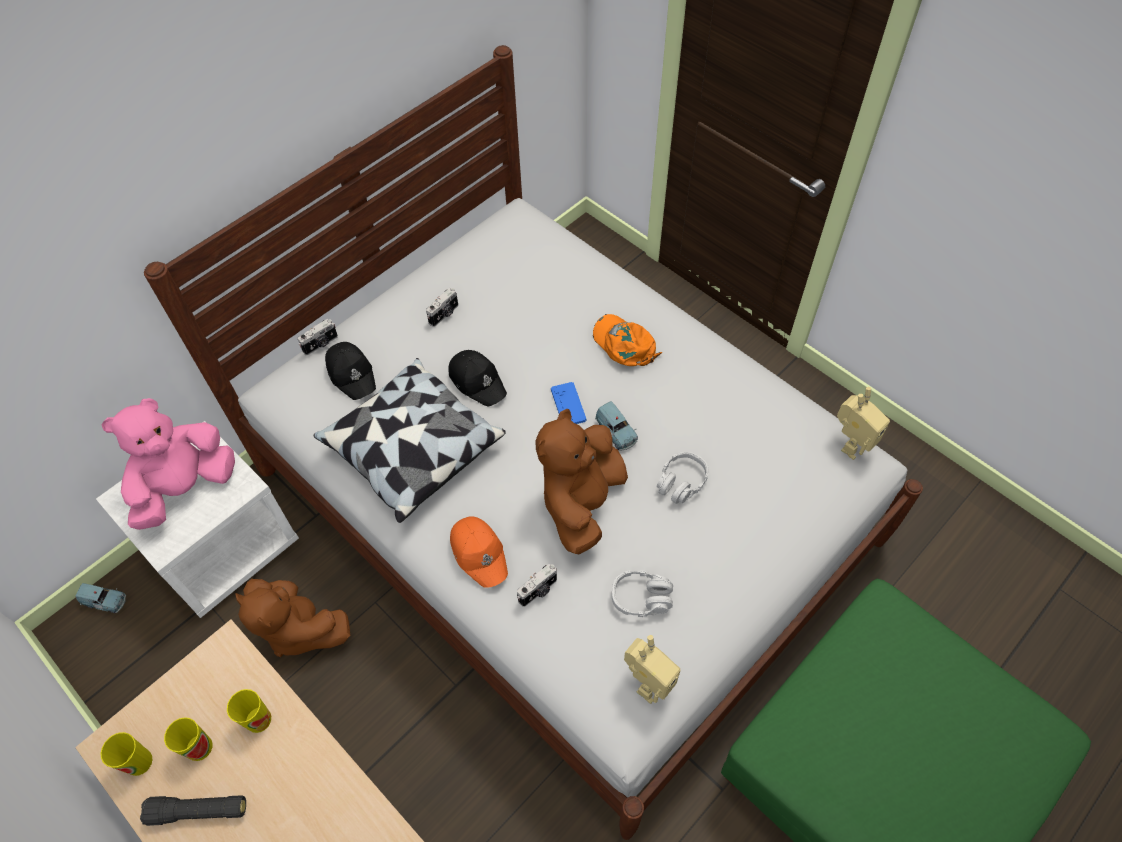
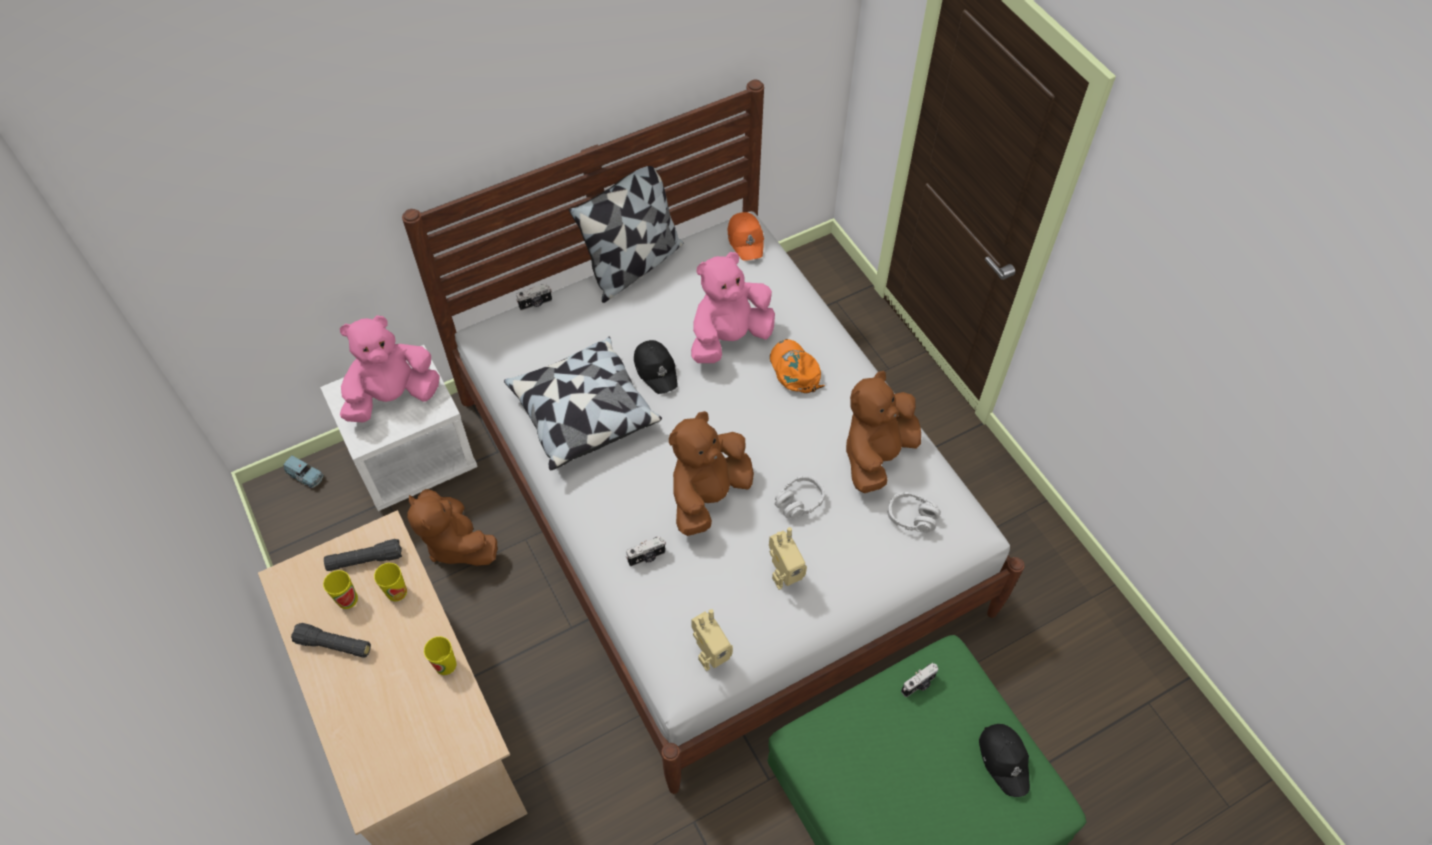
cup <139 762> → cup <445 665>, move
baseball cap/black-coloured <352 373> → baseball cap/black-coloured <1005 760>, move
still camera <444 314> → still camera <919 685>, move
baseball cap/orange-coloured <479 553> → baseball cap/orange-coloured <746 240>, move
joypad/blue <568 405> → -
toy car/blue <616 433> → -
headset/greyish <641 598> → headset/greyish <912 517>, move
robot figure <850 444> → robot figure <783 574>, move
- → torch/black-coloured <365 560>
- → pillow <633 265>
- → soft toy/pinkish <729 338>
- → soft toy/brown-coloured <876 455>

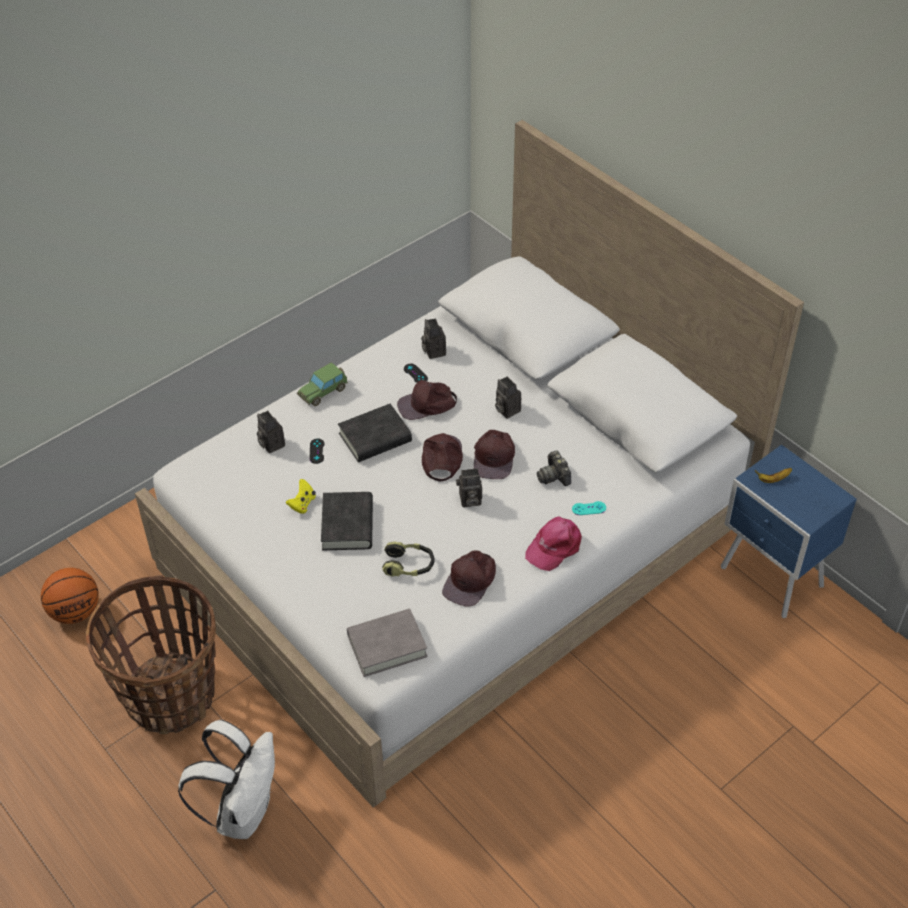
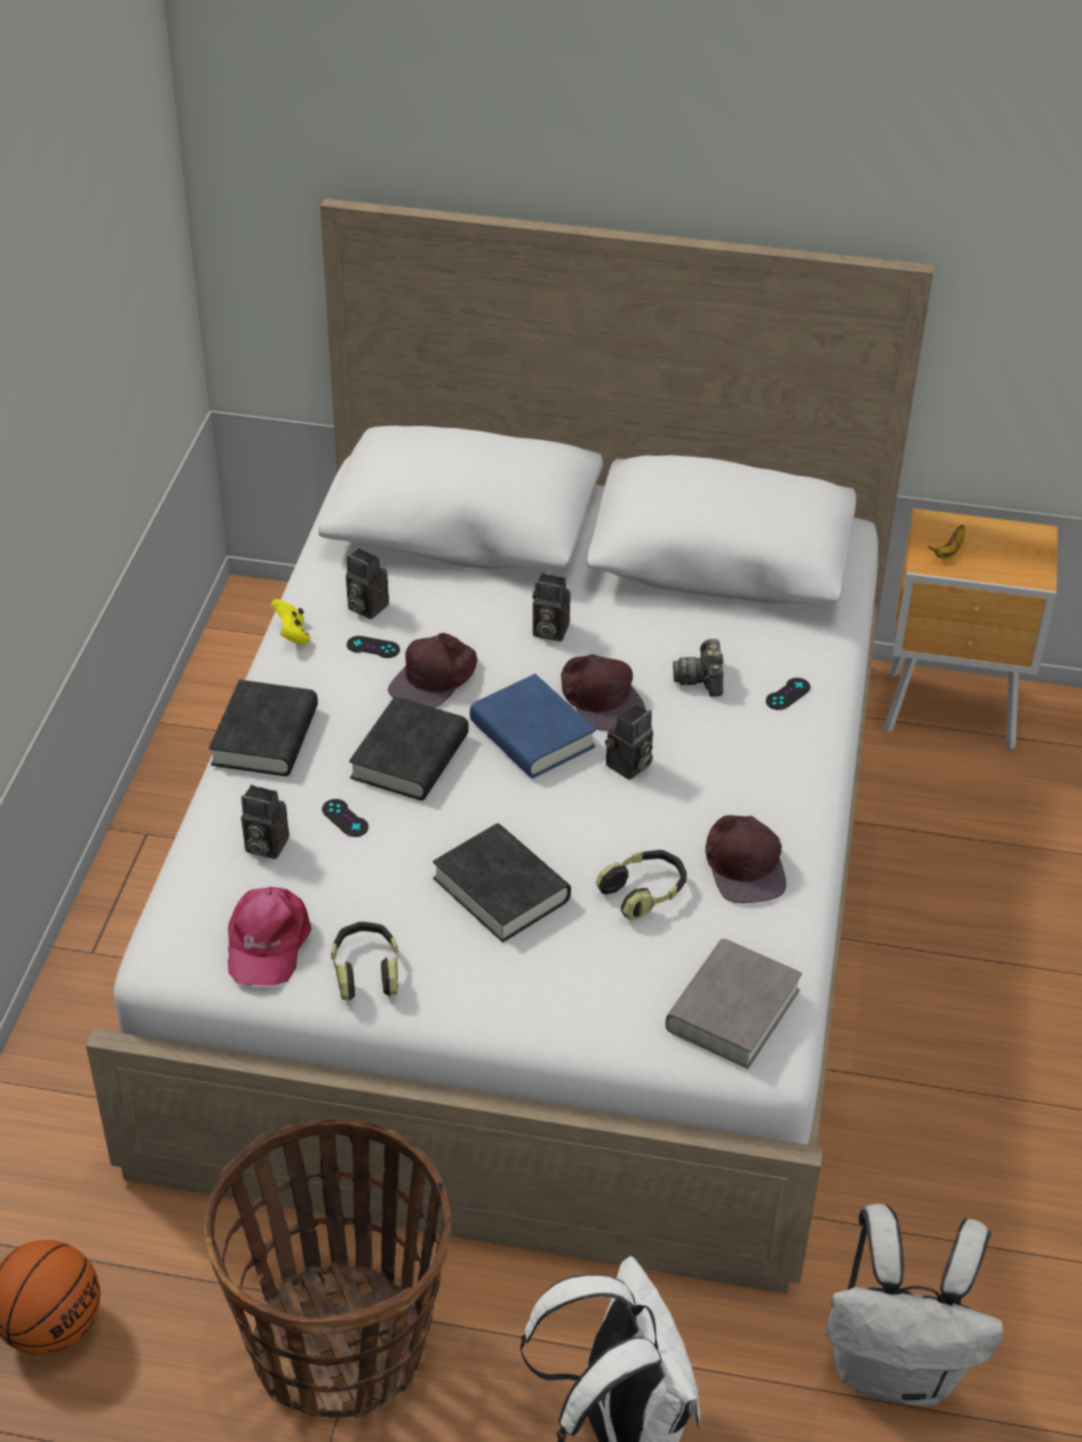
joypad/yellowish <302 504> → joypad/yellowish <292 635>, move
toy car <323 392> → book/black-coloured <265 736>
baseball cap/brown-coloured <441 458> → book/blue <532 735>
baseball cap/pinkish <554 546> → baseball cap/pinkish <267 942>, move
still camera <554 476> → still camera <702 679>, 60 degrees clockwise
joypad/blue-green <589 508> → joypad/black-coloured <788 694>
nightstand/blue <772 579> → nightstand/brown-coloured <954 713>
- → headset <366 971>
- → backpack/white <897 1368>

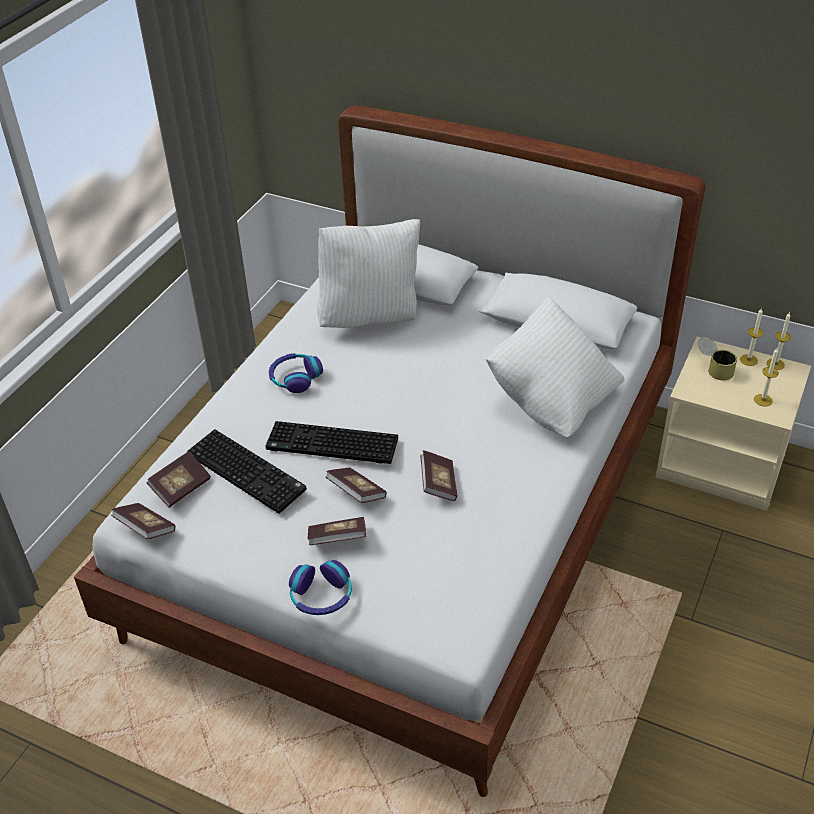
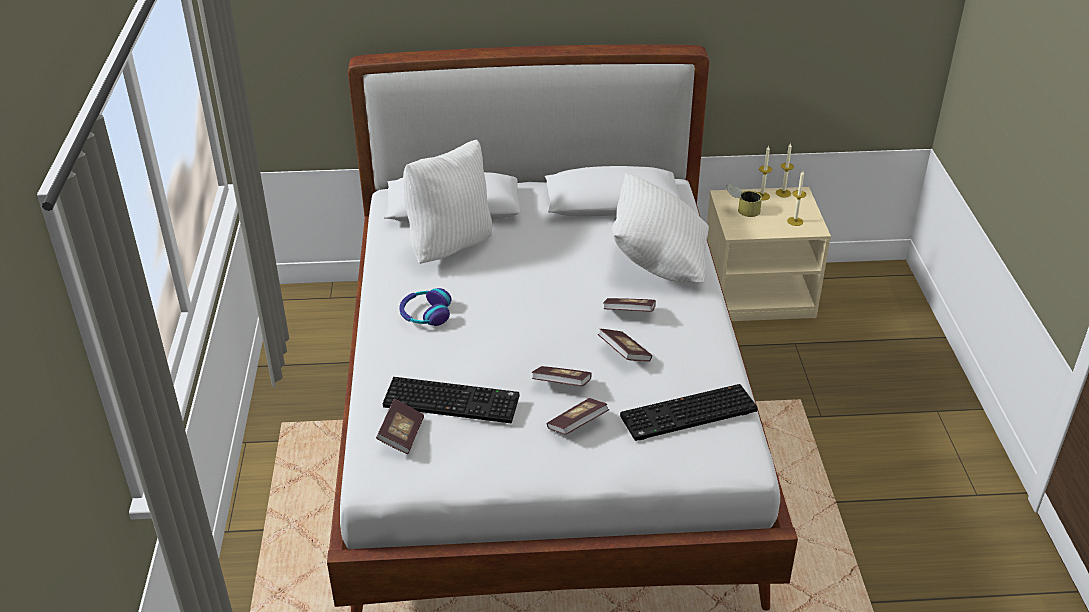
book <145 529> → book <629 313>, move
computer keyboard <330 445> → computer keyboard <688 415>, move
headset <321 596> → -

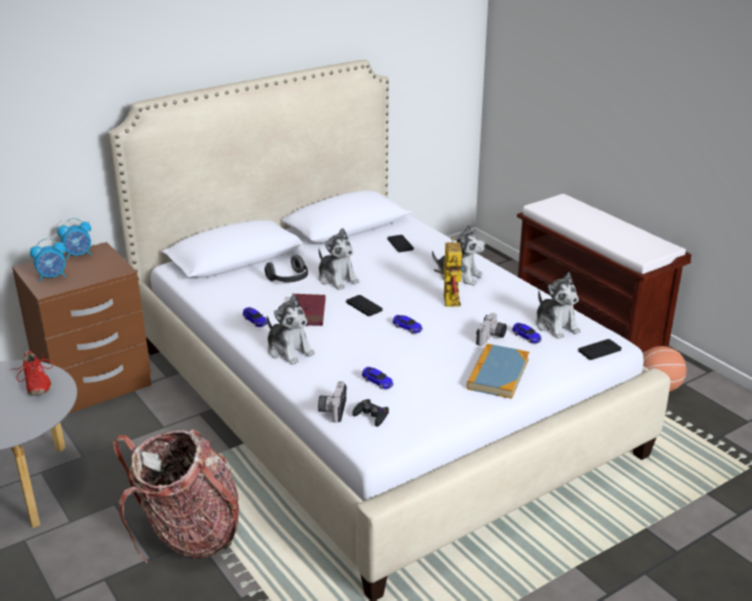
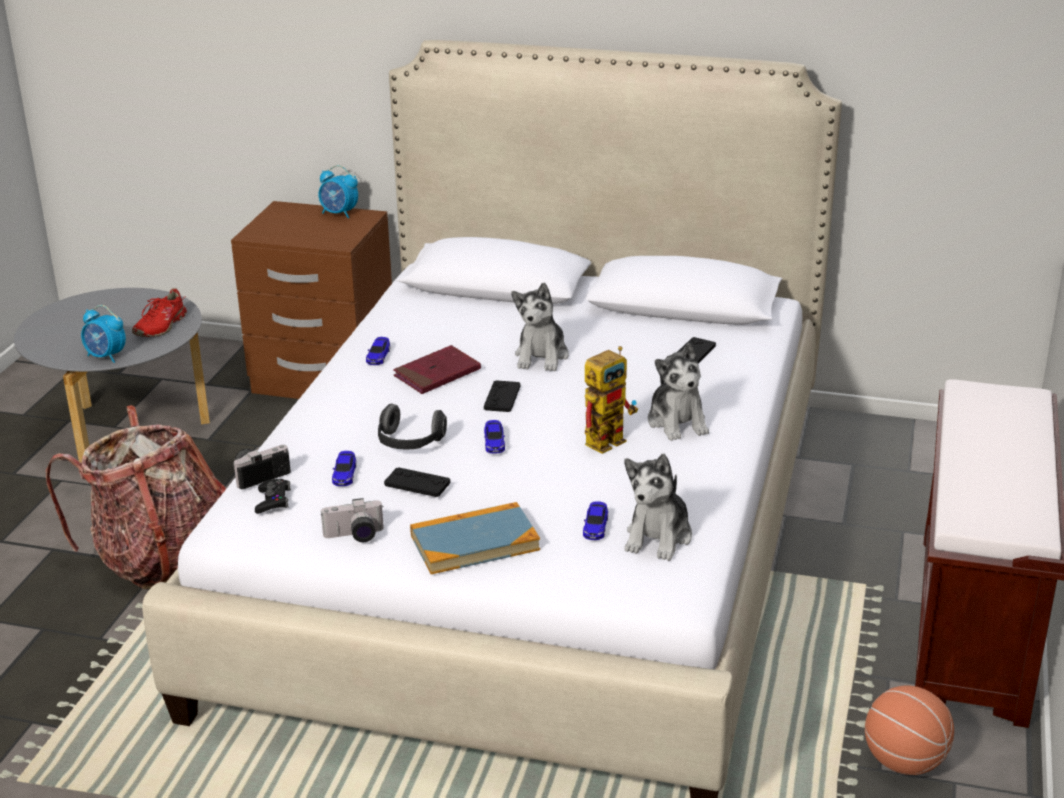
table clock <52 277> → table clock <106 356>, move
headset <289 280> → headset <409 443>, move
soft toy <289 350> → -
still camera <492 338> → still camera <354 536>, move
joypad/black-coloured <599 350> → joypad/black-coloured <417 483>, move

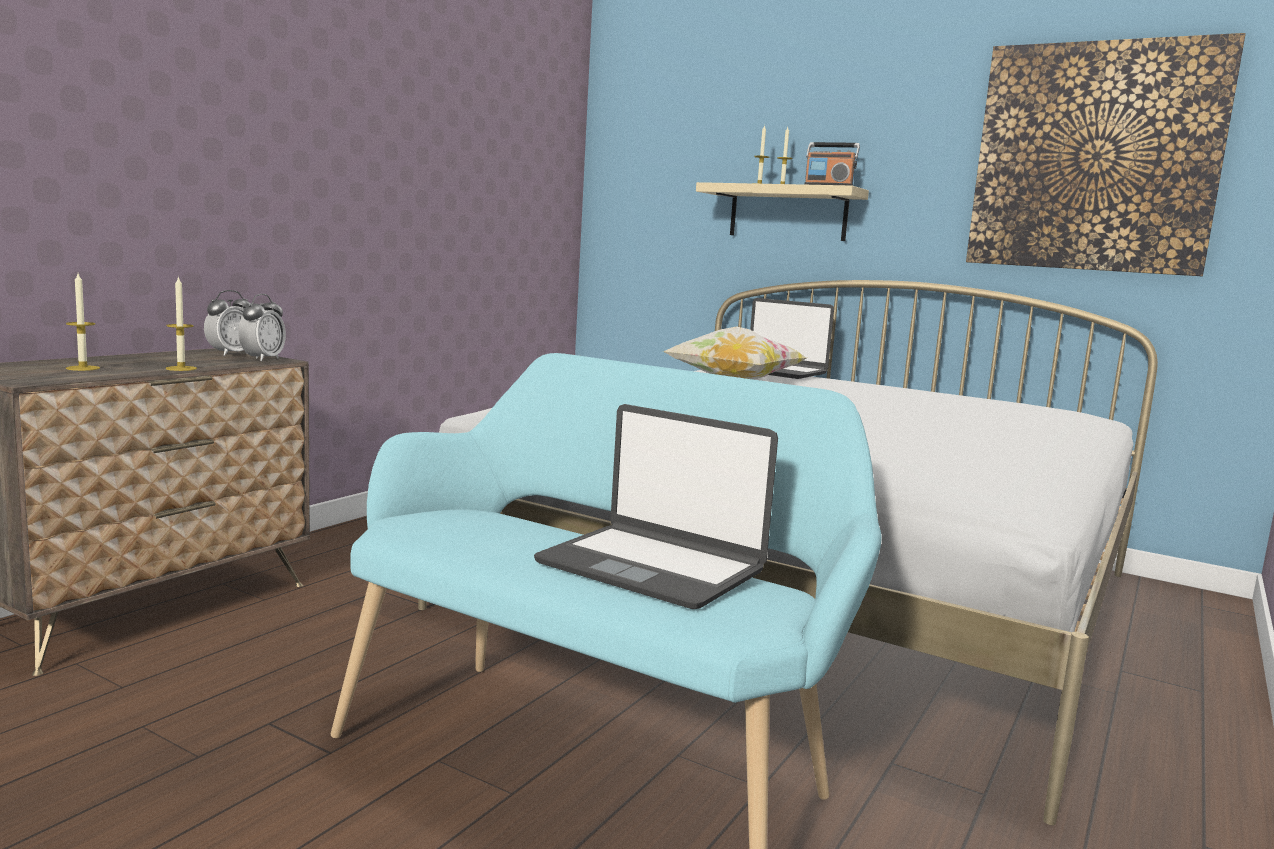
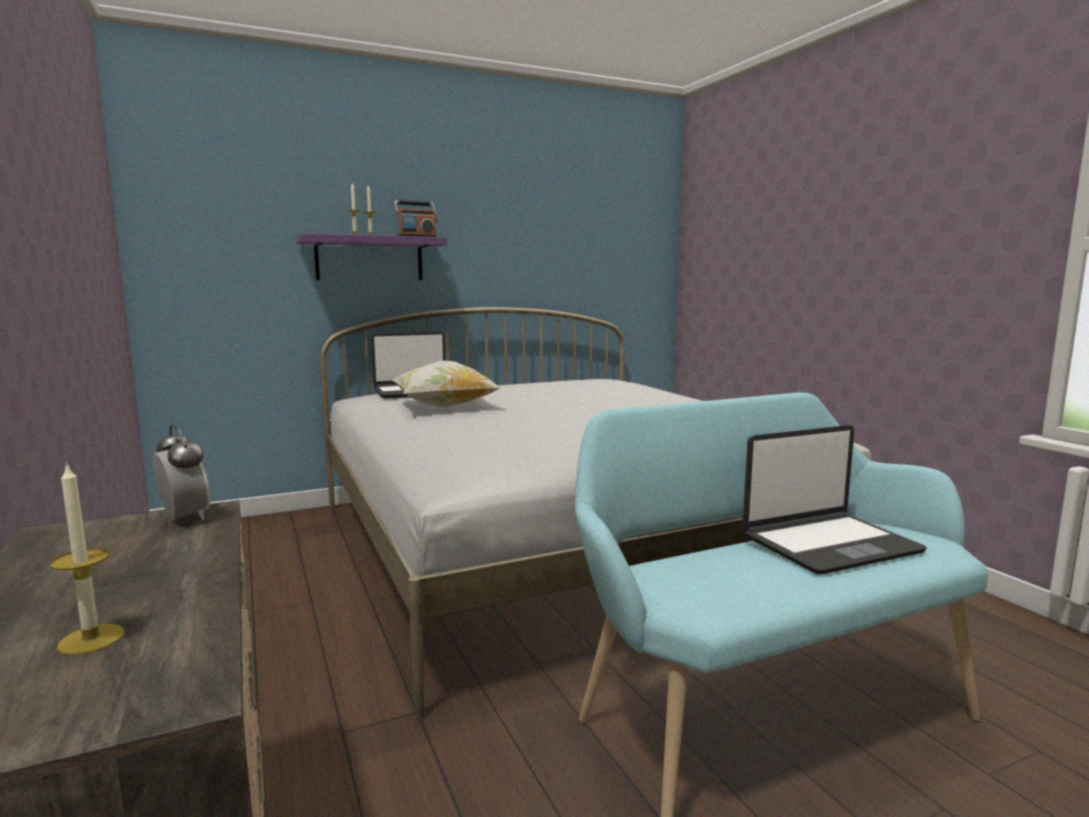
candle <181 368> → -
table clock <231 354> → -
wall shelf/sand-coloured <788 213> → wall shelf/purple-coloured <369 258>
wall picture <1094 157> → -

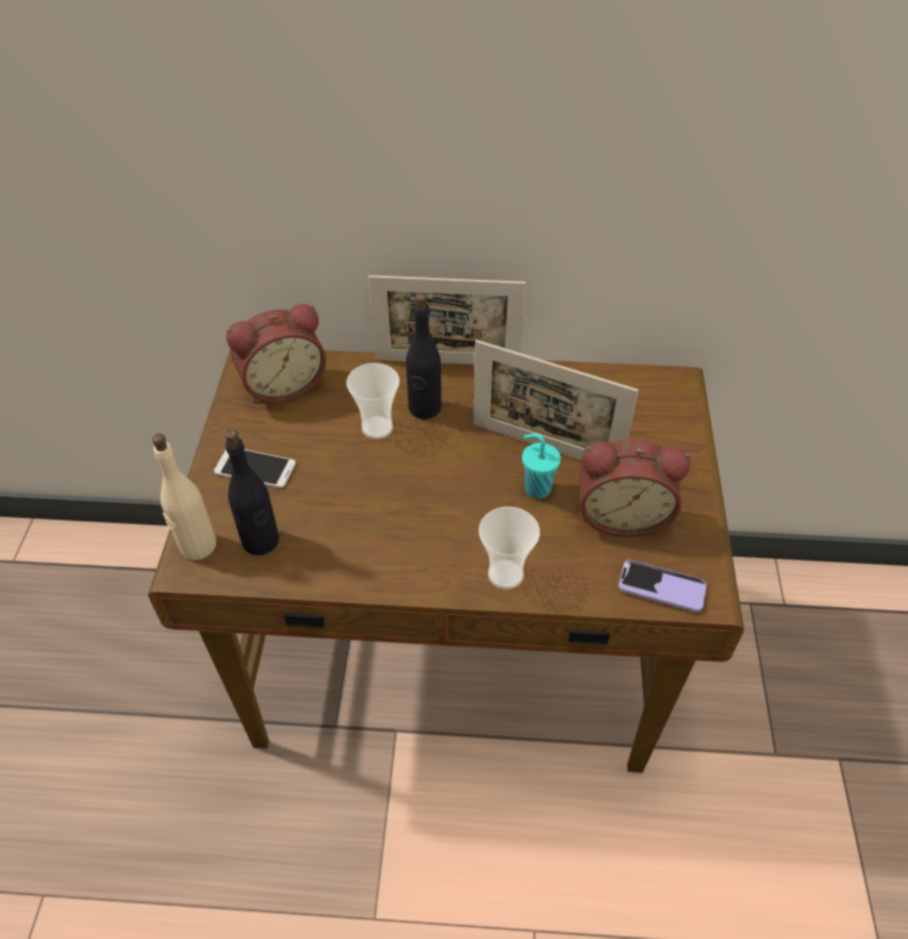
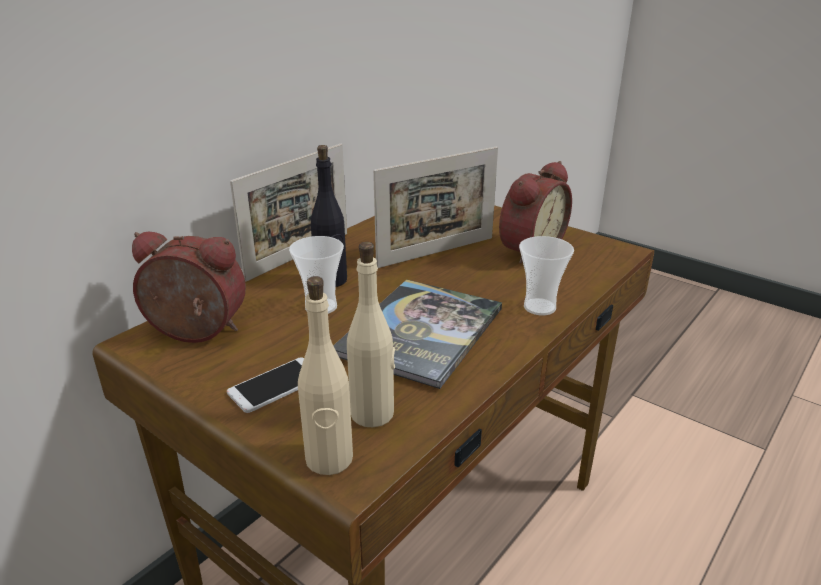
drink bottle/black-coloured <261 541> → drink bottle/sand-coloured <373 413>
table clock <283 384> → table clock <195 334>, 90 degrees counterclockwise
cup/blue-green <536 488> → -
phone <661 587> → -
- → book <421 332>

